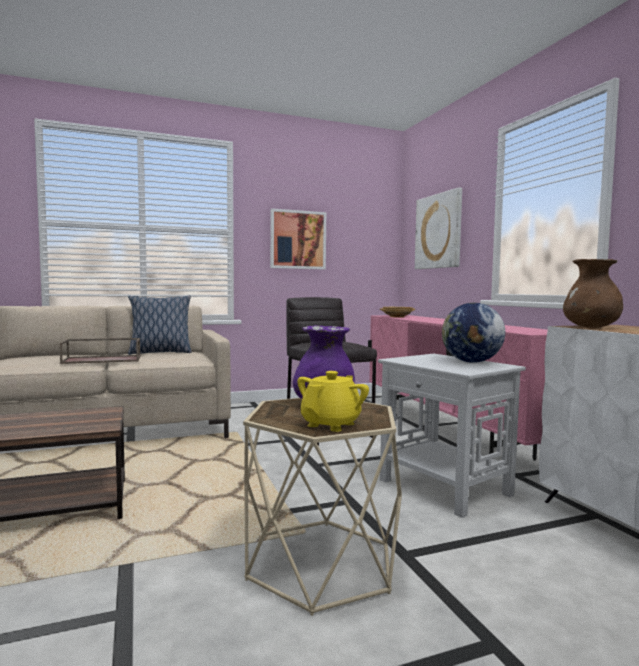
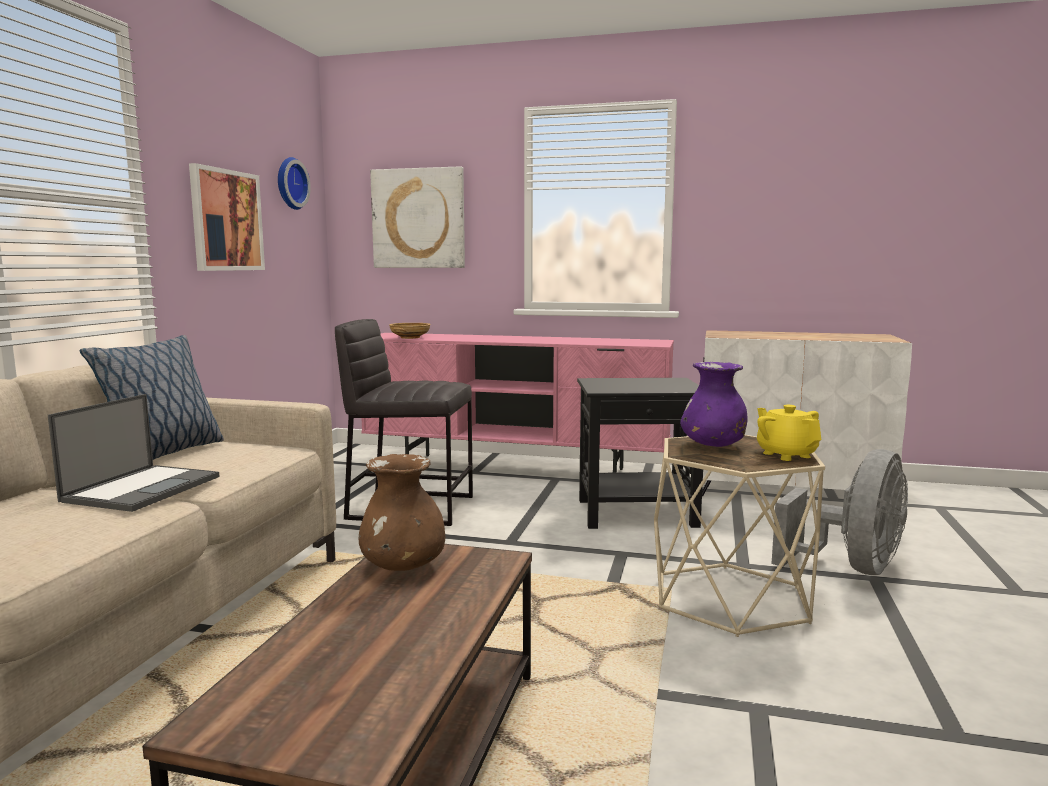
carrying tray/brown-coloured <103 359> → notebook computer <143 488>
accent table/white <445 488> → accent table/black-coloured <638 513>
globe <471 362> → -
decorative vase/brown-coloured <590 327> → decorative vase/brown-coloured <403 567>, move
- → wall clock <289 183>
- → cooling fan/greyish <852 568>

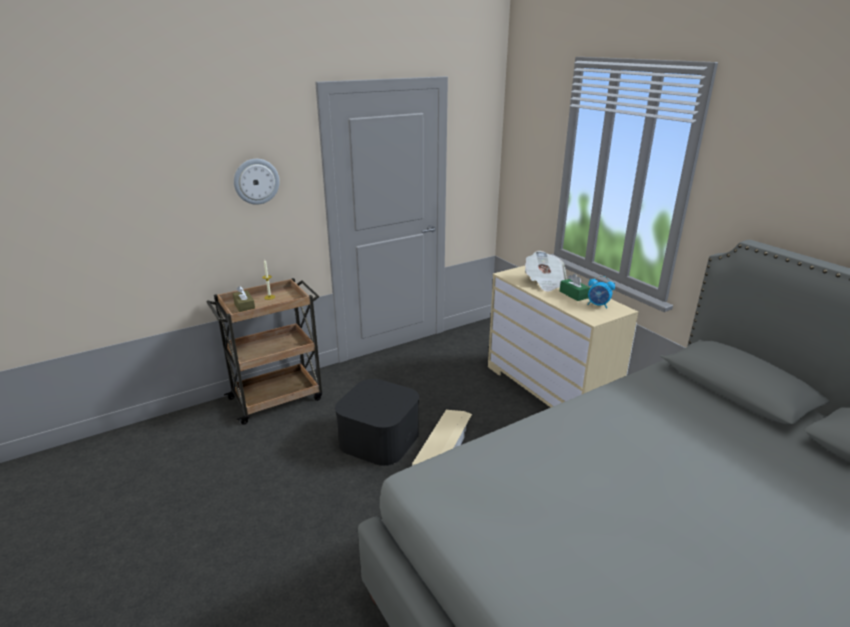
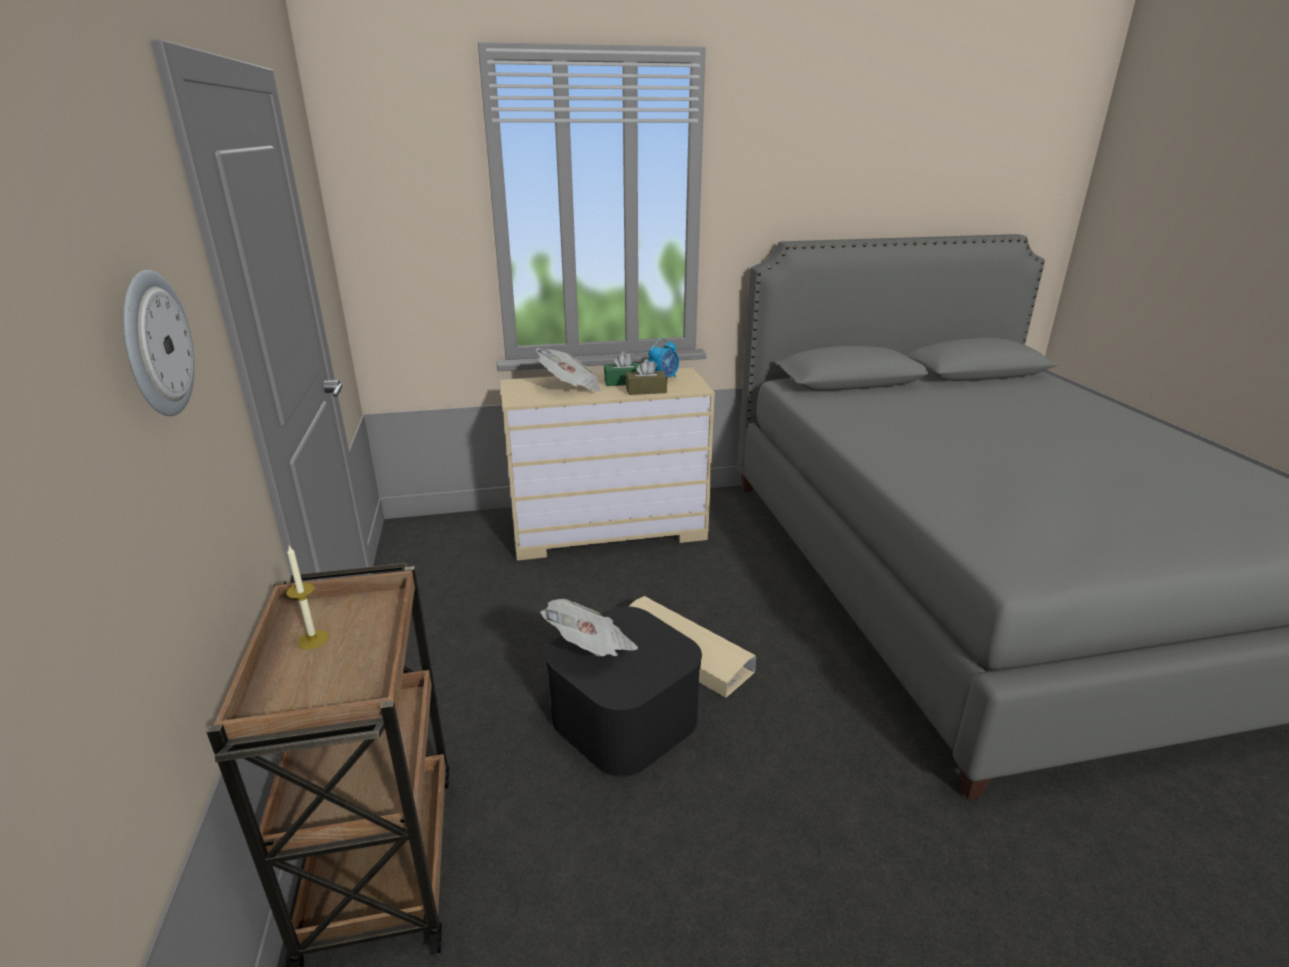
tissue box/brown-coloured <244 307> → tissue box/brown-coloured <646 390>, move
- → printed paper <591 648>

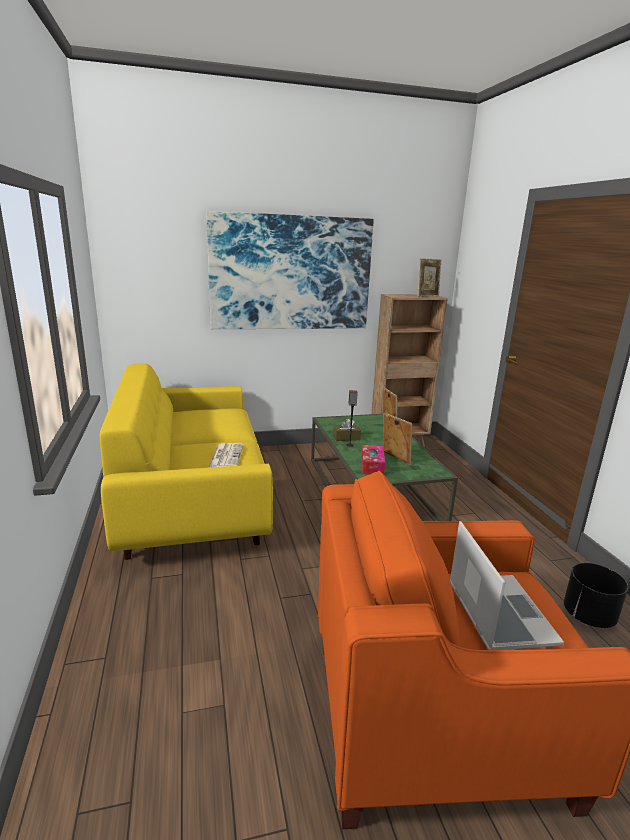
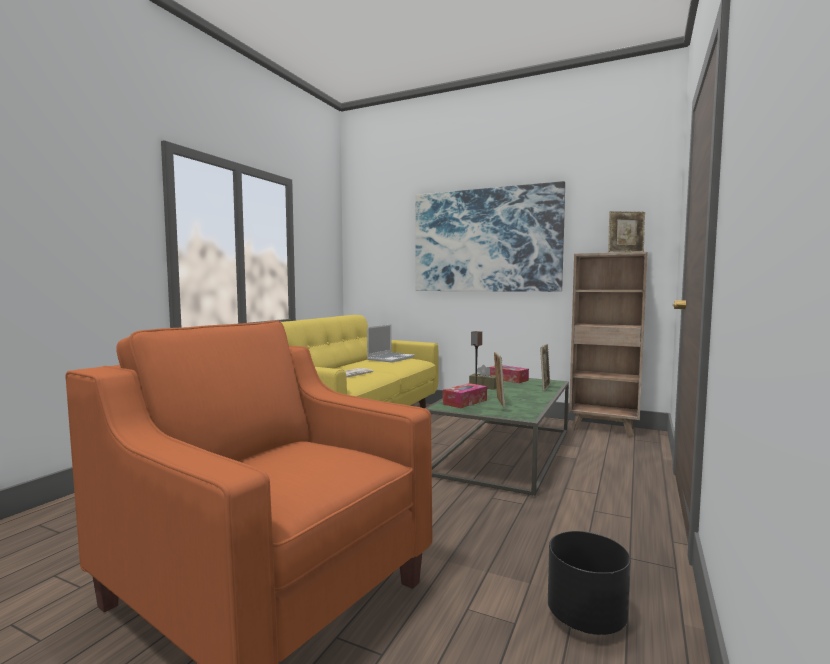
notebook computer <498 612> → notebook computer <391 358>, move
- → tissue box <508 379>

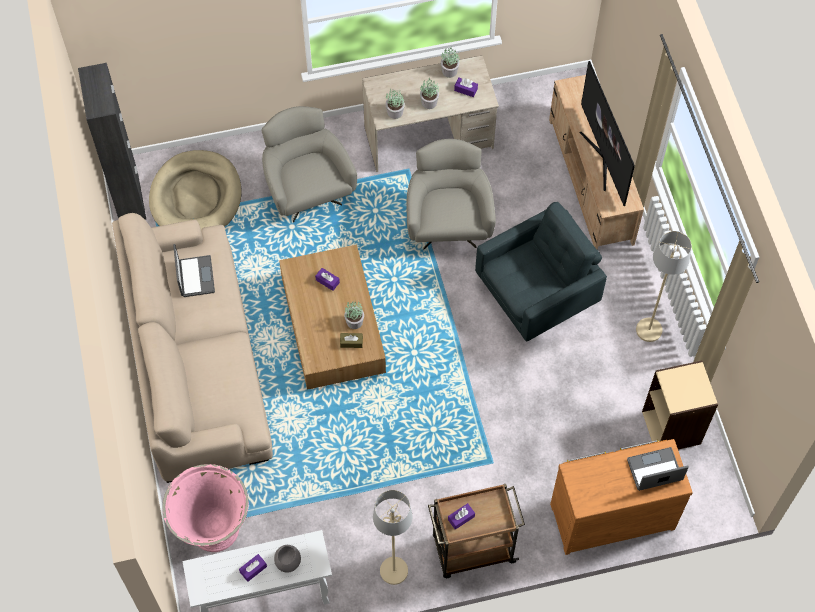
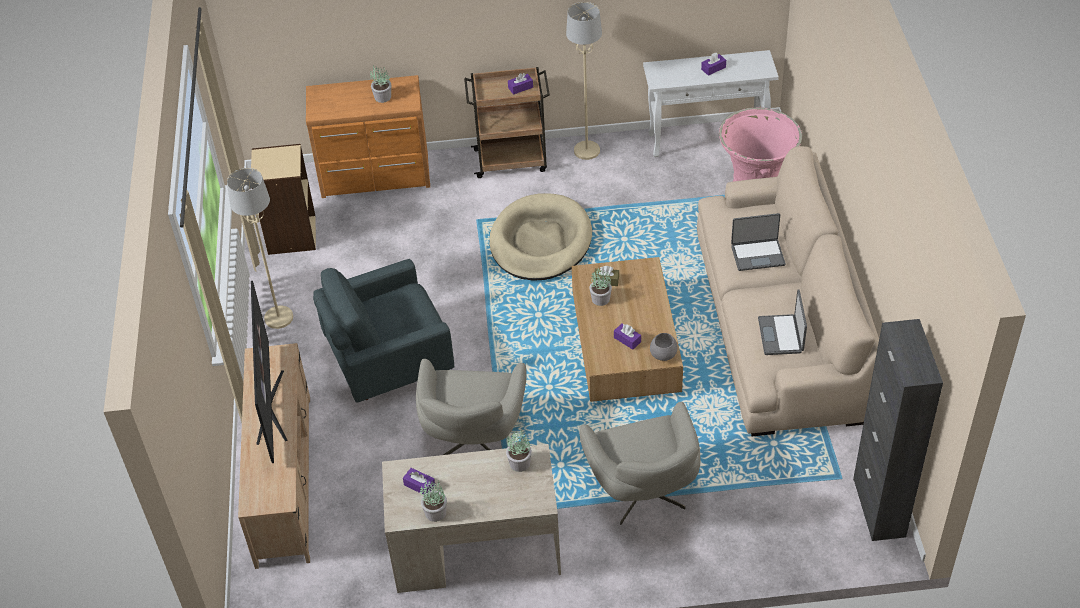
pet bed/sand-coloured <196 197> → pet bed/sand-coloured <540 241>, move
deep dish/greyish <288 562> → deep dish/greyish <663 353>, move
potted plant <429 102> → potted plant <382 97>, move
notebook computer <654 471> → notebook computer <757 255>, move

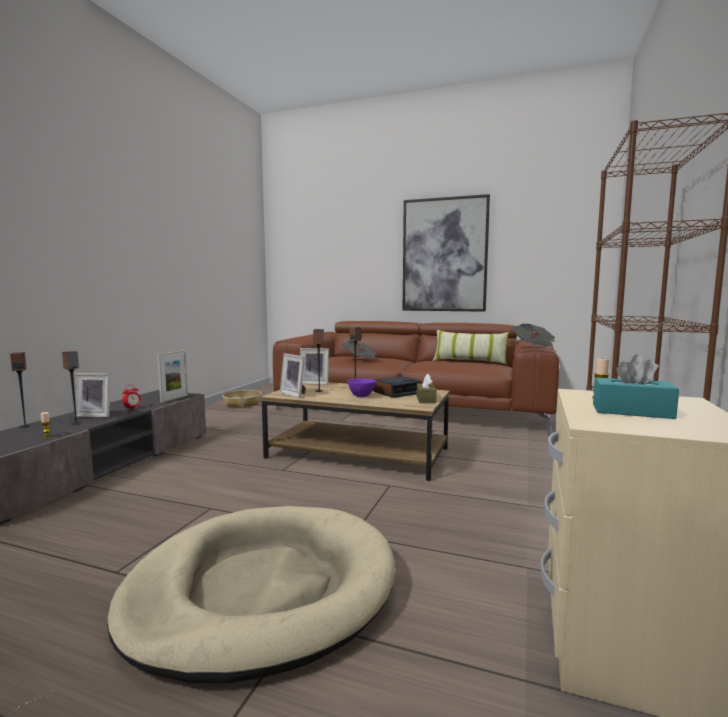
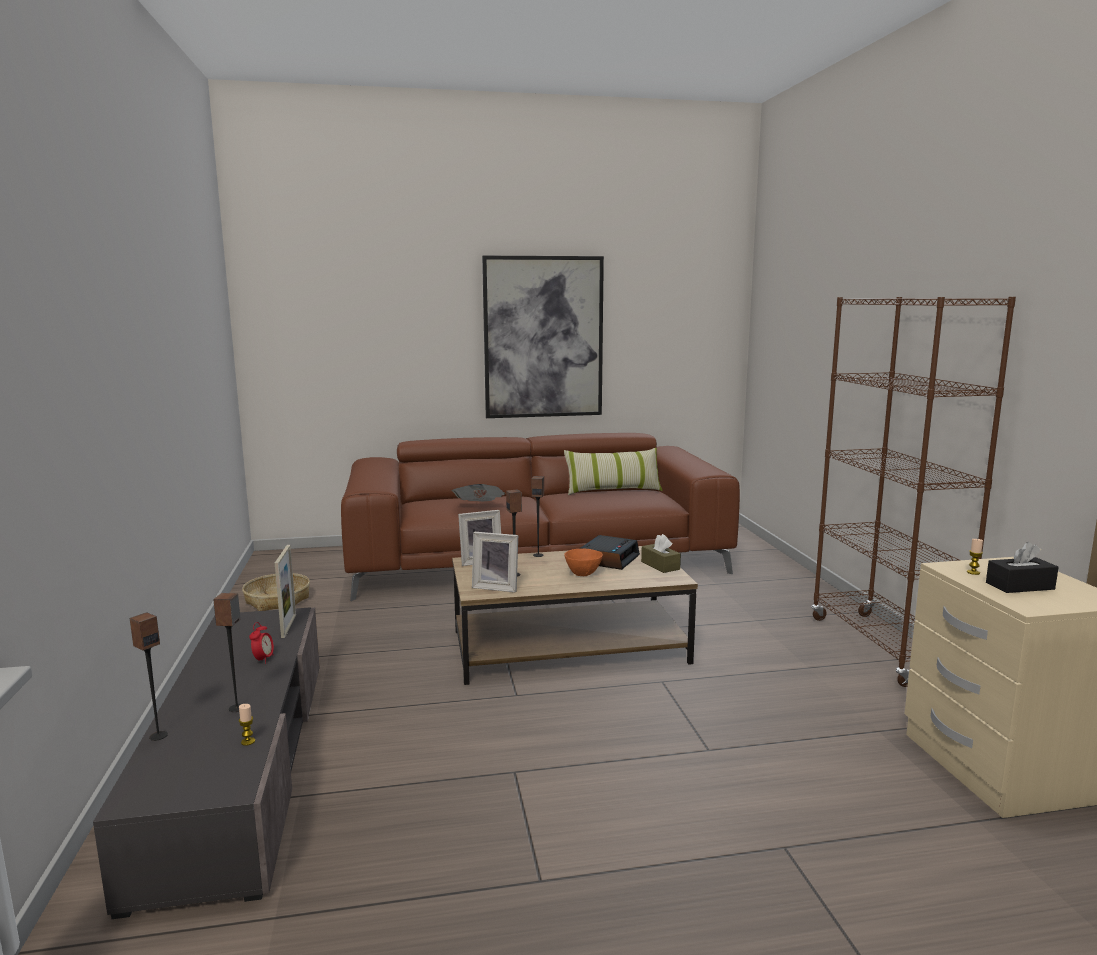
standing frame <96 415> → -
pet bed/sand-coloured <262 591> → -
deep dish/purple-coloured <362 396> → deep dish/orange-coloured <583 574>
printed paper <534 347> → -
tissue box/blue-green <632 411> → tissue box/black-coloured <1020 586>

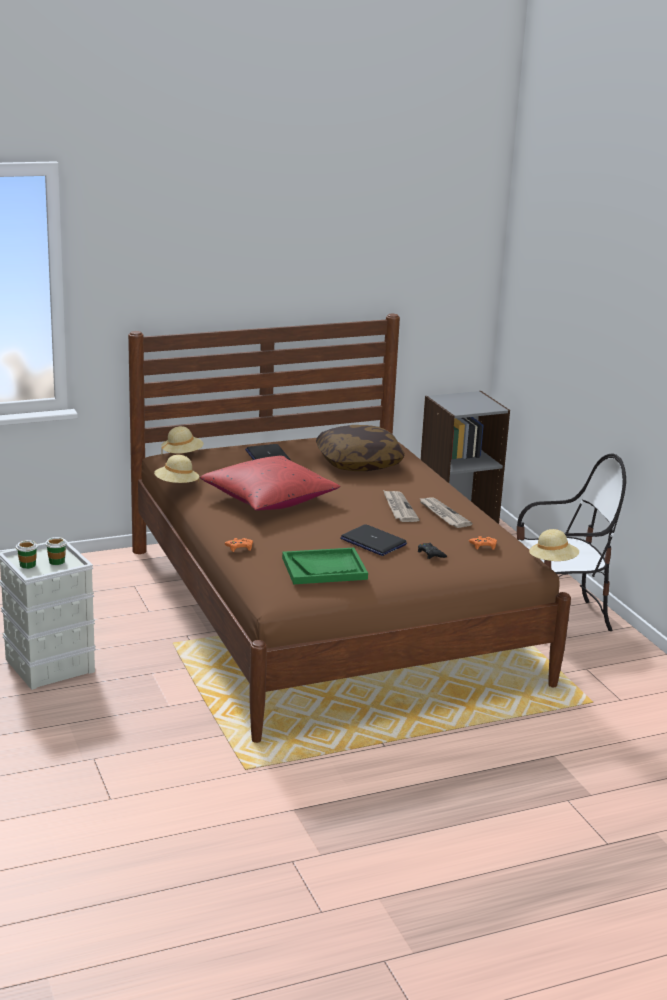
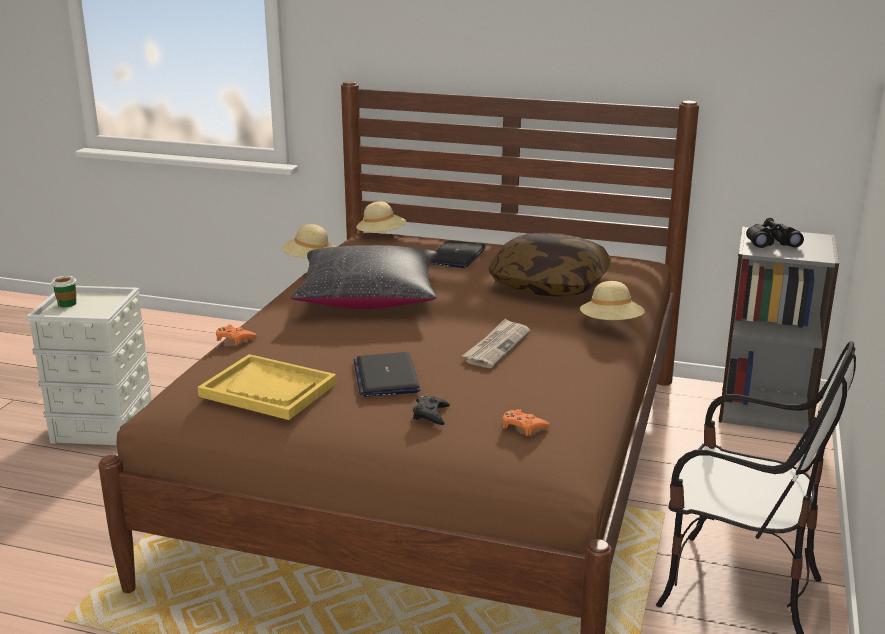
cup <56 561> → -
pillow/reddish <269 499> → pillow/black-coloured <368 297>
carrying tray/green <324 568> → carrying tray/yellowish <268 390>
printed paper <443 514> → -
hat/sand-coloured <553 562> → hat/sand-coloured <611 324>, move
- → binoculars/black-coloured <771 243>

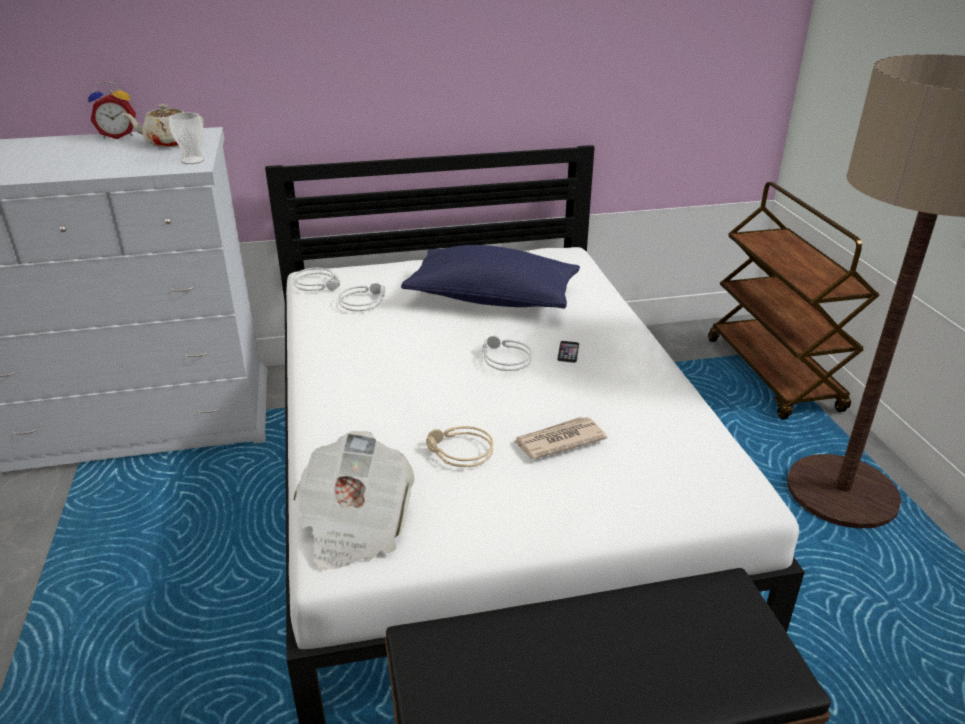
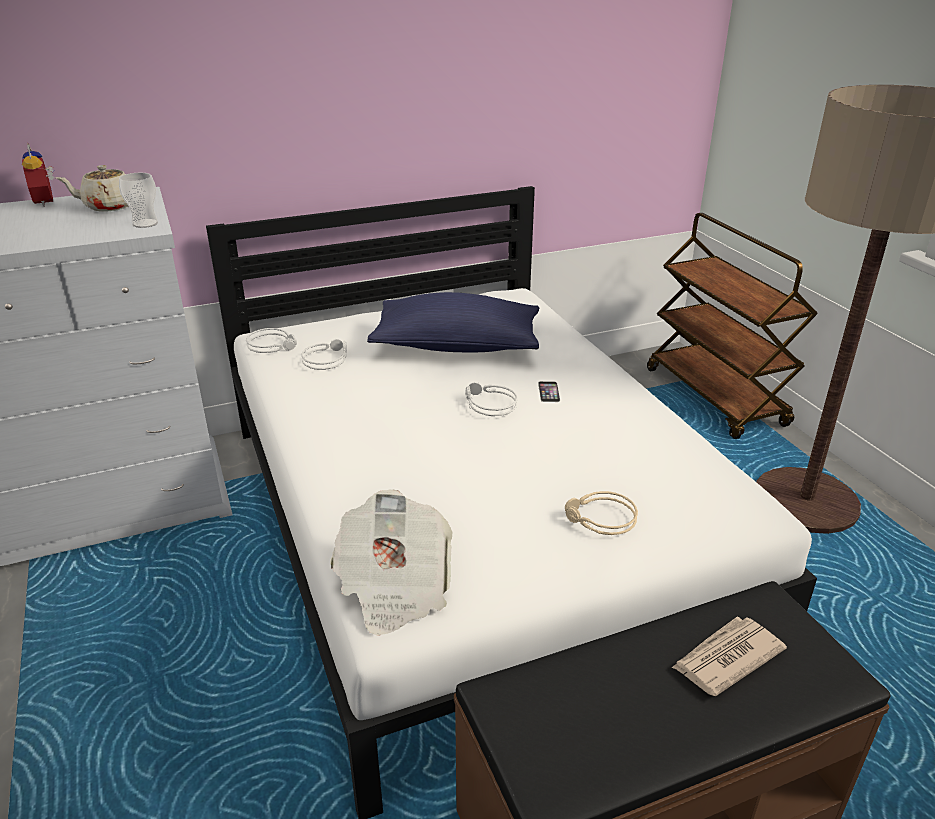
table clock <118 136> → table clock <47 202>, 90 degrees clockwise
headset/sand-coloured <458 452> → headset/sand-coloured <600 520>, move
printed paper <558 441> → printed paper <726 658>, move

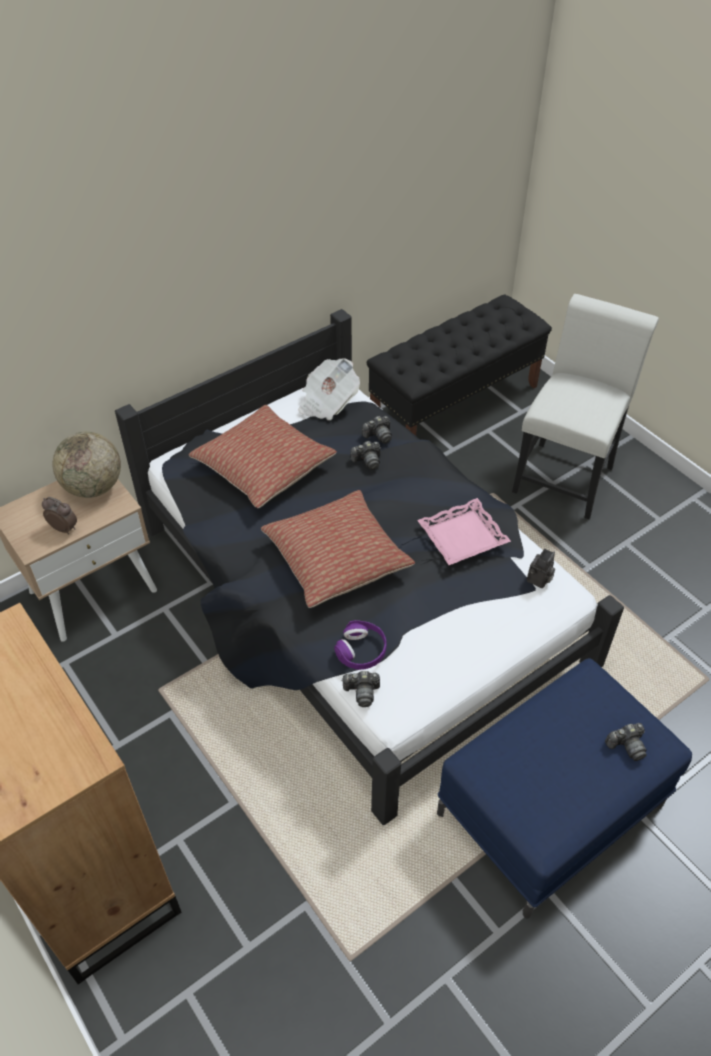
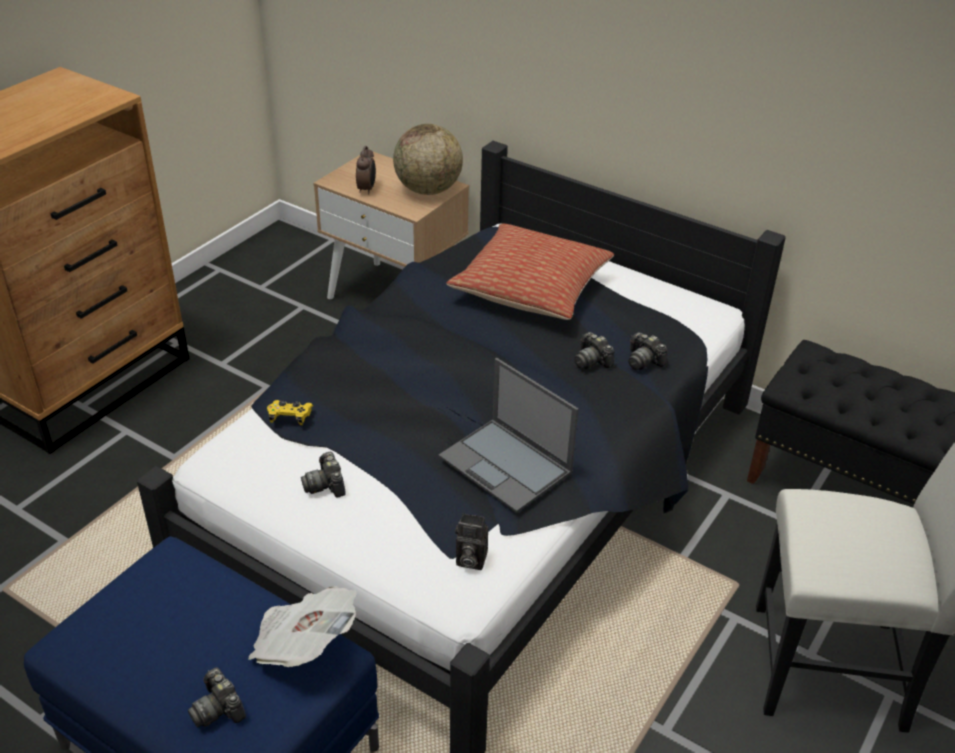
pillow <336 558> → -
printed paper <327 402> → printed paper <304 644>, move
headset/purple-coloured <361 650> → joypad/yellowish <290 417>
still camera <362 692> → still camera <326 485>, move
carrying tray/pinkish <462 536> → notebook computer <506 465>

